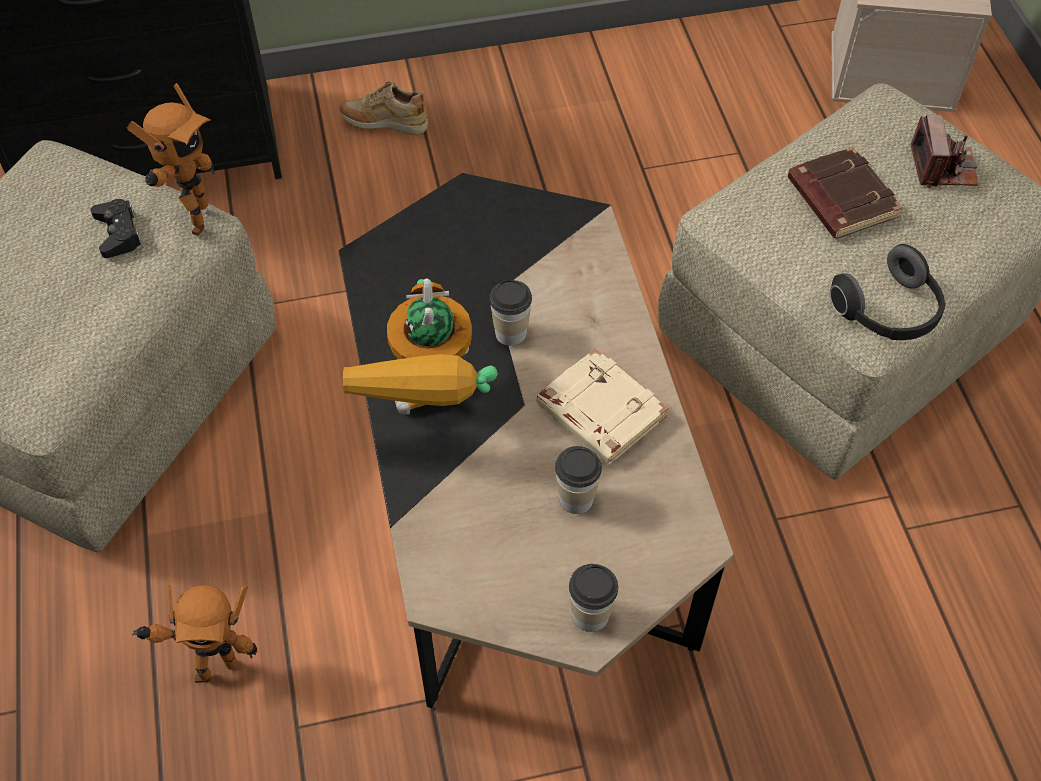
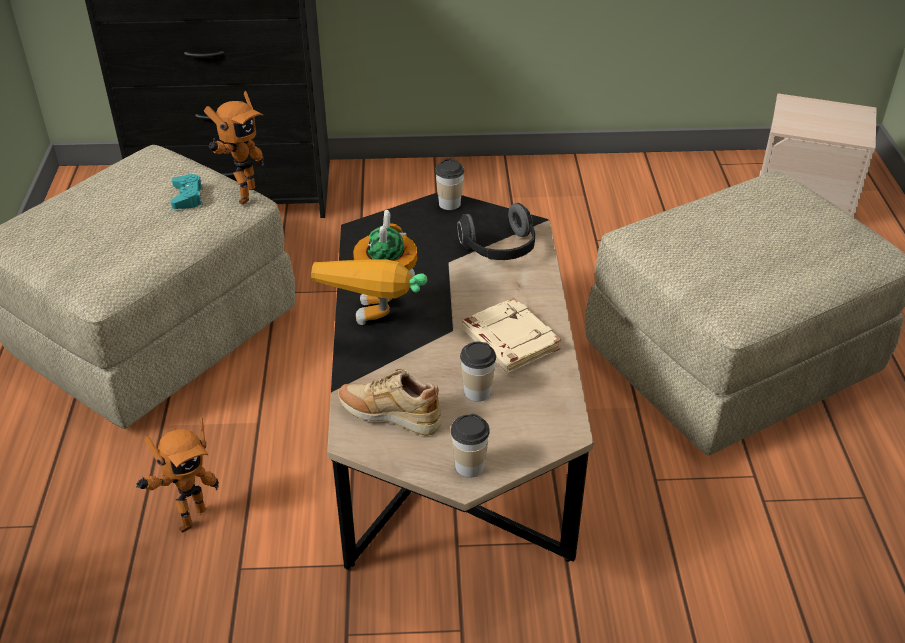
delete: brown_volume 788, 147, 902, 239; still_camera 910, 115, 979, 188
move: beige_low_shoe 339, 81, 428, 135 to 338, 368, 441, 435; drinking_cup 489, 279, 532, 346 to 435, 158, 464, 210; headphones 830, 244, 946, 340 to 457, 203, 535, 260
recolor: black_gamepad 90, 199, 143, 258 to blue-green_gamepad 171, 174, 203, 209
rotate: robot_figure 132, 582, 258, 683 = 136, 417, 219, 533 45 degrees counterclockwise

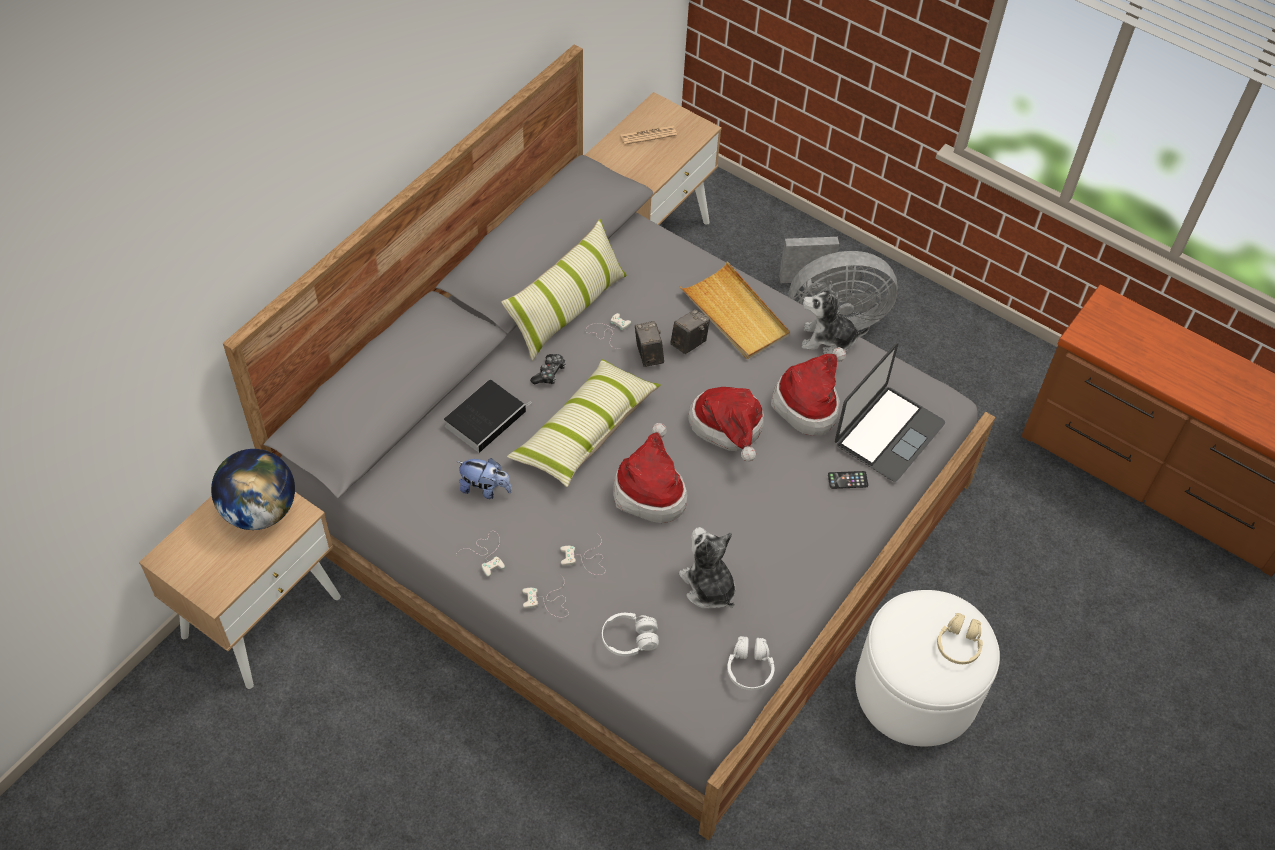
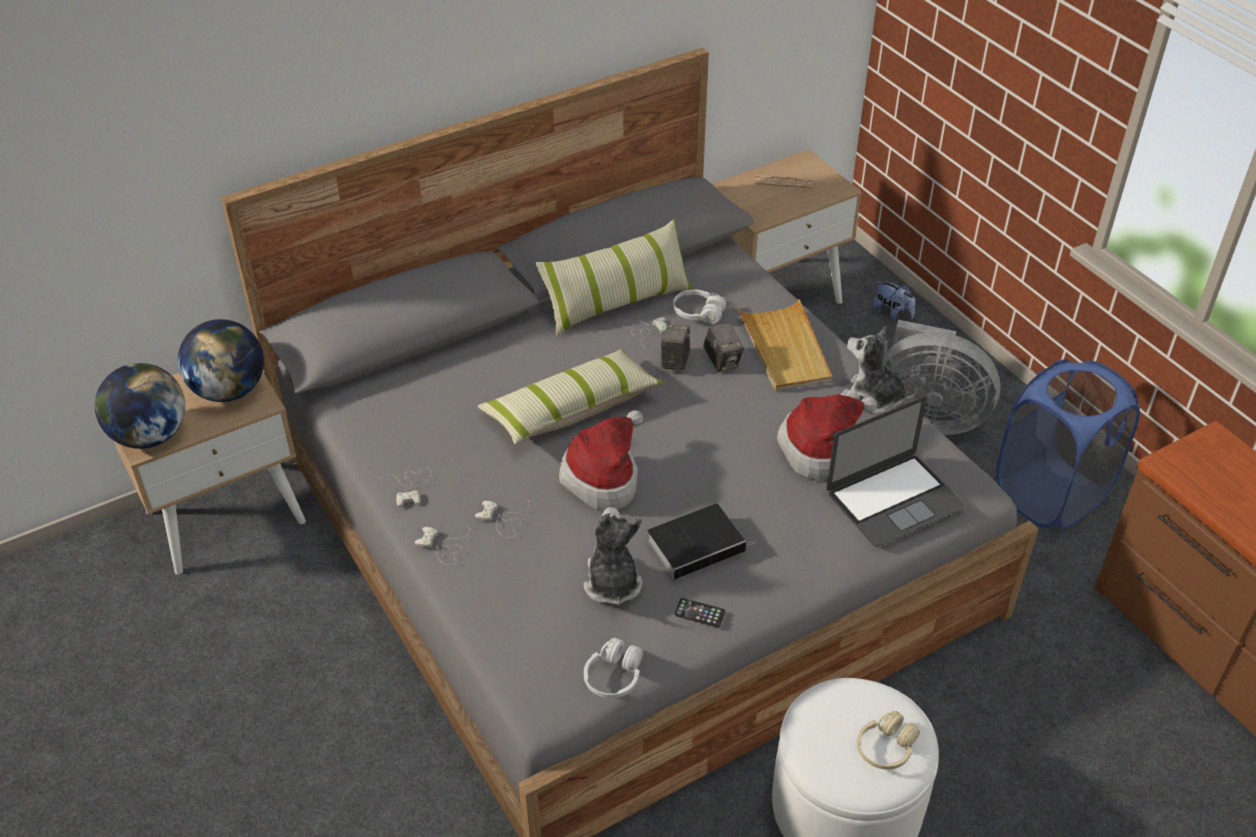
delete: gamepad 530, 354, 566, 384; wearable_hat 688, 387, 764, 462
insert: globe 95, 363, 185, 449; blue-coloured_hamper 996, 359, 1140, 529
move: volume 444, 379, 532, 453 to 647, 503, 756, 580; soft_toy 456, 458, 512, 499 to 872, 281, 915, 320; whitish_headphones 602, 613, 659, 656 to 673, 289, 726, 324; telephone 828, 471, 868, 489 to 675, 598, 725, 627
rotate: still_camera 670, 309, 710, 354 = 703, 322, 744, 372 90 degrees clockwise

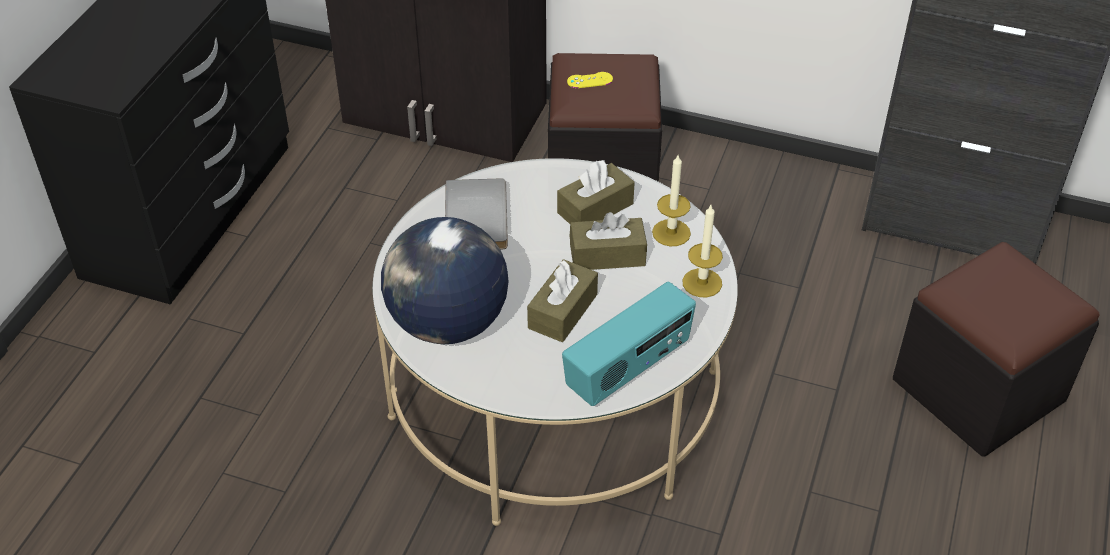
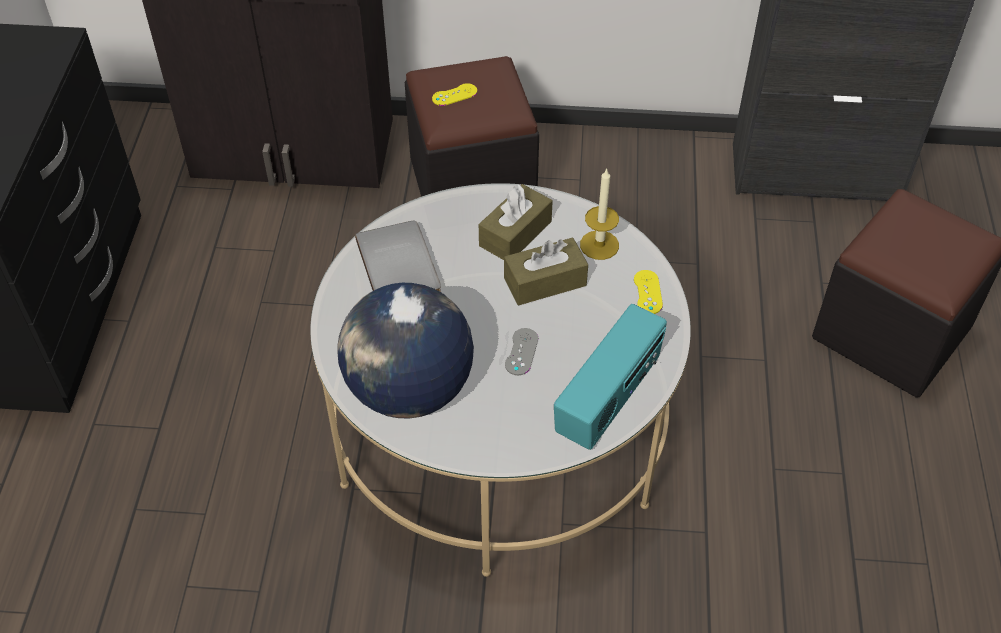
replace: brown_tissue_box 527, 259, 598, 342 to grey_gamepad 505, 328, 538, 375; wax_candle 683, 205, 723, 297 to yellowish_gamepad 634, 270, 663, 314

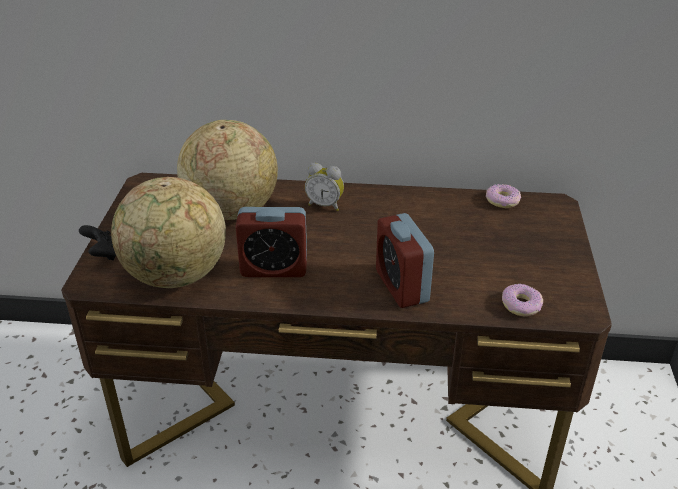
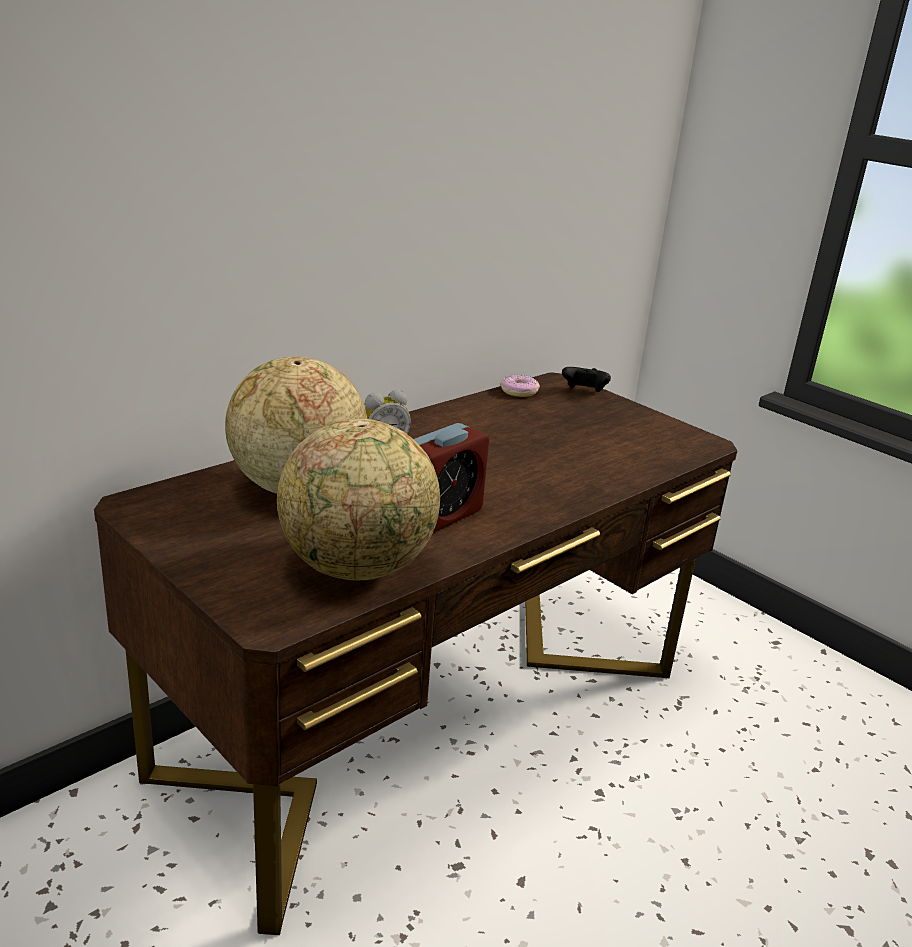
delete: bedside_clock 376, 213, 434, 308; ring_doughnut 502, 284, 543, 316
move: black_gamepad 79, 225, 116, 261 to 562, 367, 611, 392

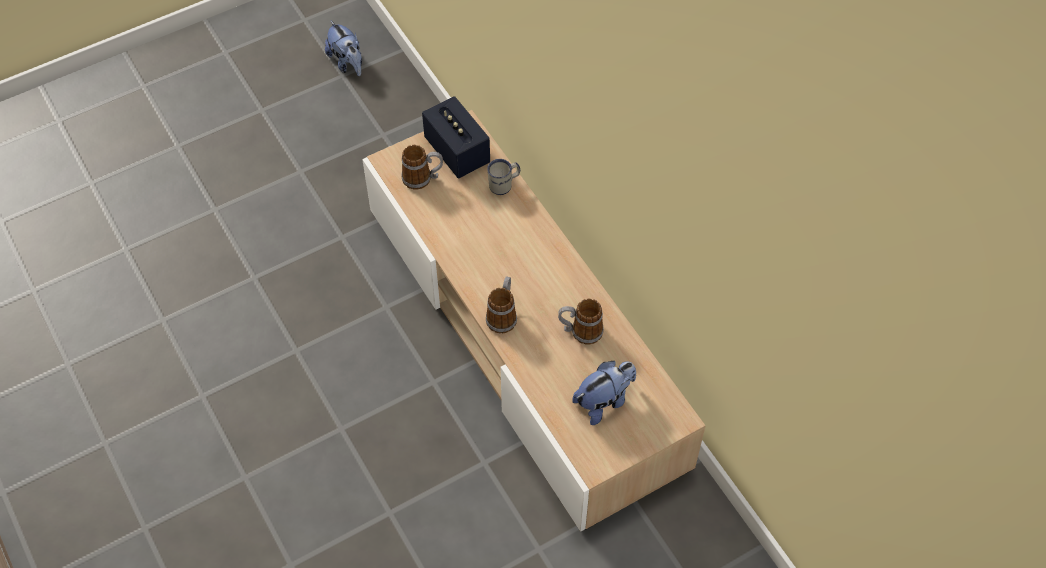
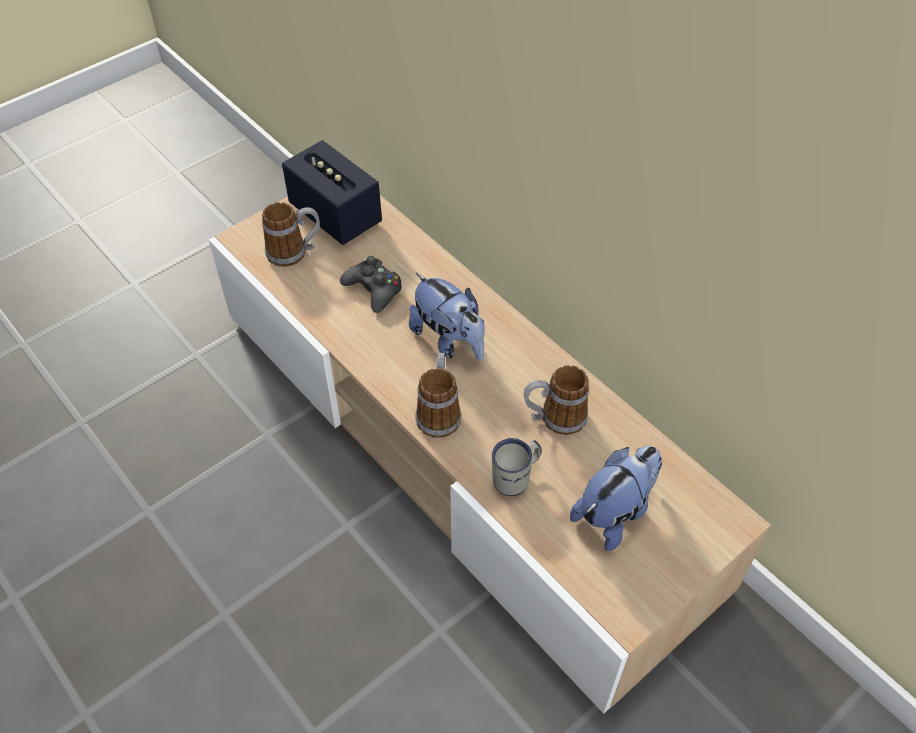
insert: black_gamepad 340, 256, 402, 313
move: soft_toy 325, 20, 362, 76 to 409, 273, 485, 361; whitish_coffee_mug 487, 159, 520, 195 to 492, 438, 541, 496

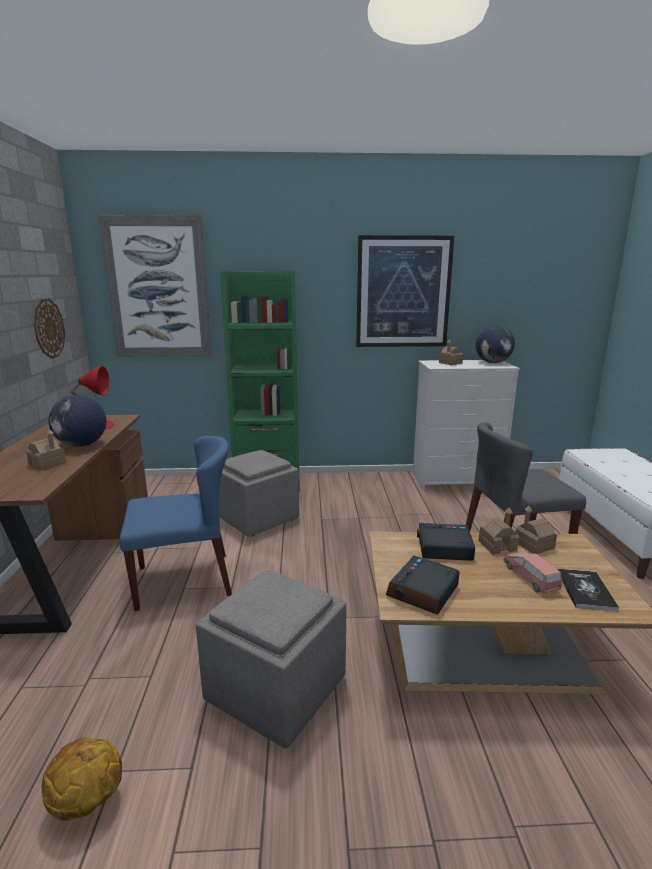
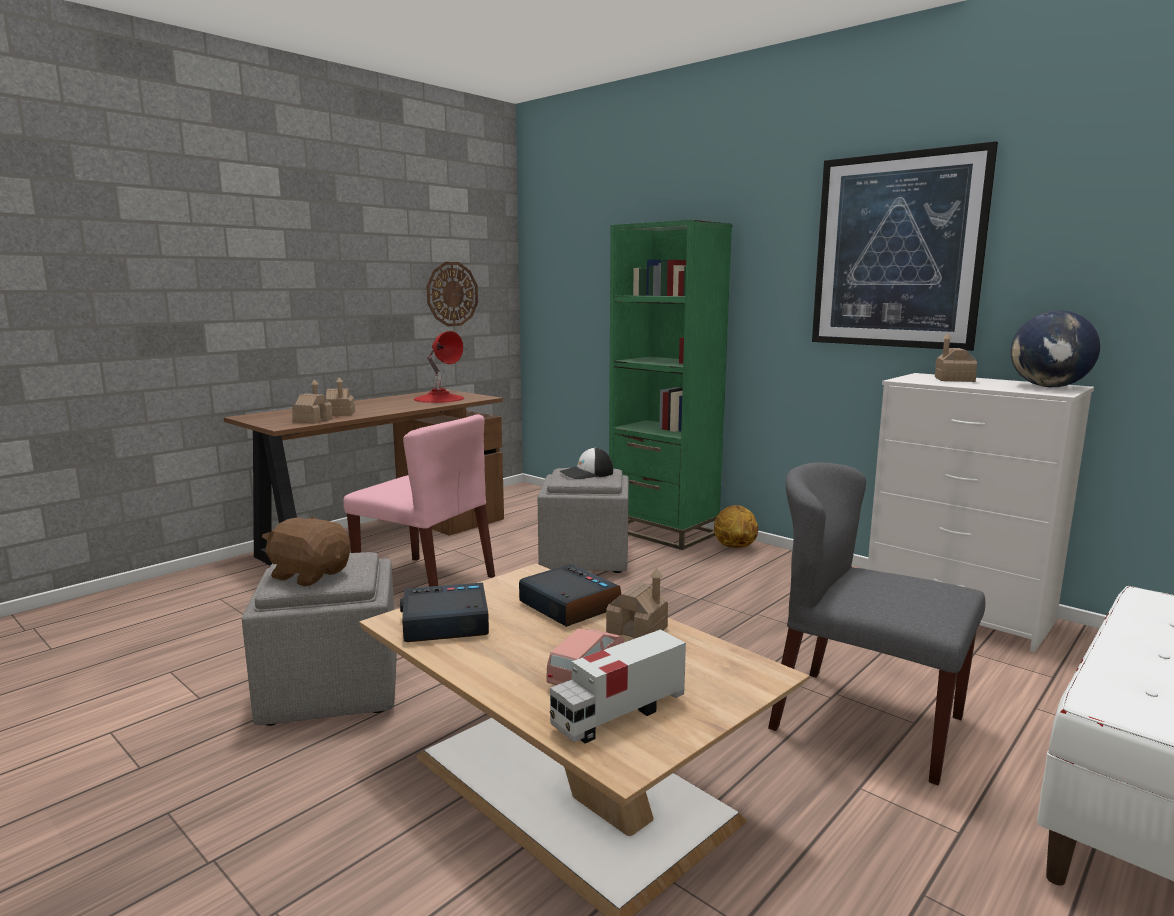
delete: globe 49, 395, 107, 447; wall_picture 98, 215, 212, 357
insert: brown_soft_toy 262, 516, 351, 587; peaked_cap 560, 448, 613, 479
move: ball_for_basketball 42, 737, 122, 821 to 714, 505, 758, 548; miniature_house 516, 506, 557, 554 to 292, 379, 333, 424
replace: volume 558, 569, 619, 612 to toy_lorry 550, 629, 686, 744
recolor: blue-coloured_chair 119, 436, 232, 611 to pinkish_chair 343, 414, 495, 587

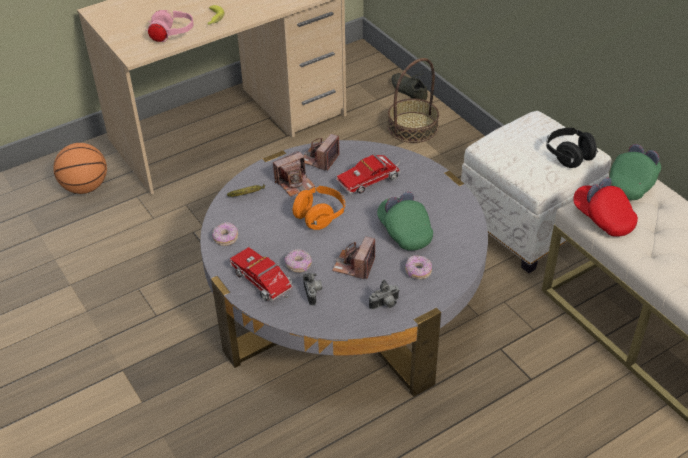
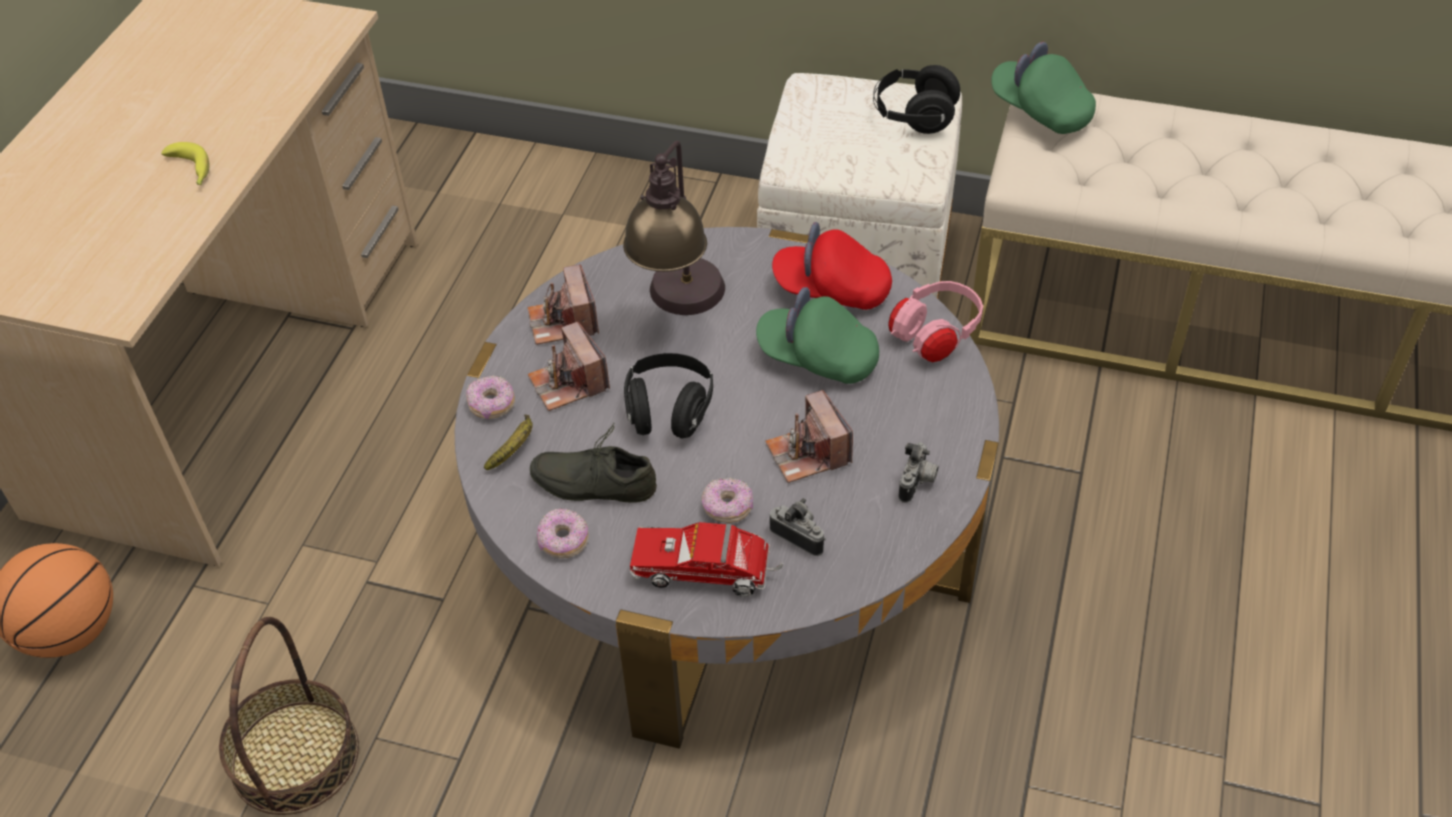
move: pinkish_headphones 146, 10, 194, 42 to 888, 281, 983, 362; household_basket 388, 58, 439, 143 to 219, 617, 359, 815; grey_low_shoe 391, 71, 428, 100 to 530, 423, 657, 503; ring_doughnut 405, 255, 432, 279 to 466, 376, 515, 419; reddish_peaked_cap 573, 178, 638, 237 to 772, 222, 892, 310
replace: toy_lorry 337, 154, 401, 195 to table_lamp 623, 141, 725, 315
recolor: orange_headphones 293, 186, 345, 230 to black_headphones 624, 353, 713, 439
rotate: still_camera 273, 151, 315, 197 = 528, 322, 610, 411 135 degrees clockwise; green-coloured_peaked_cap 610, 144, 661, 200 = 991, 42, 1096, 134 45 degrees counterclockwise

